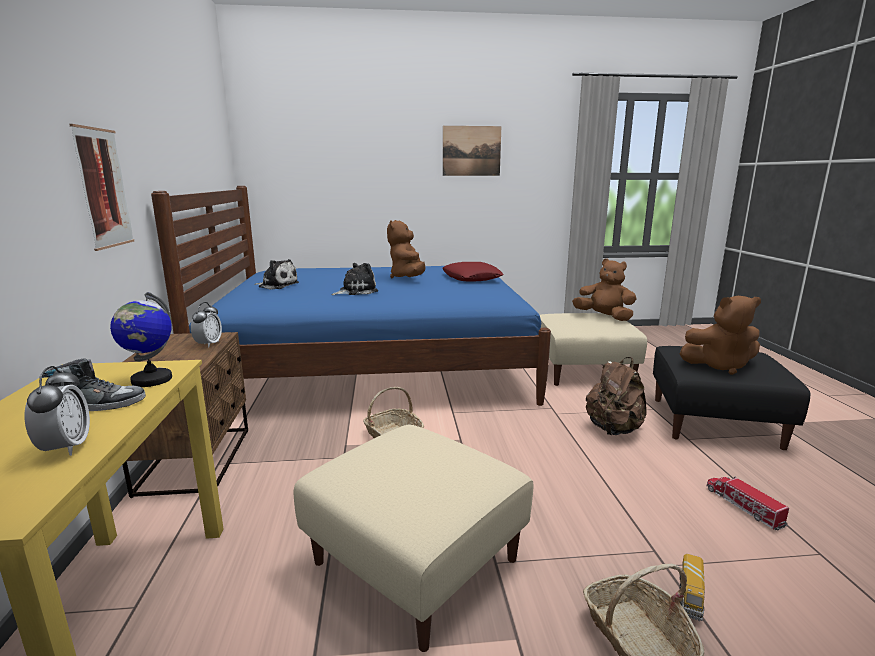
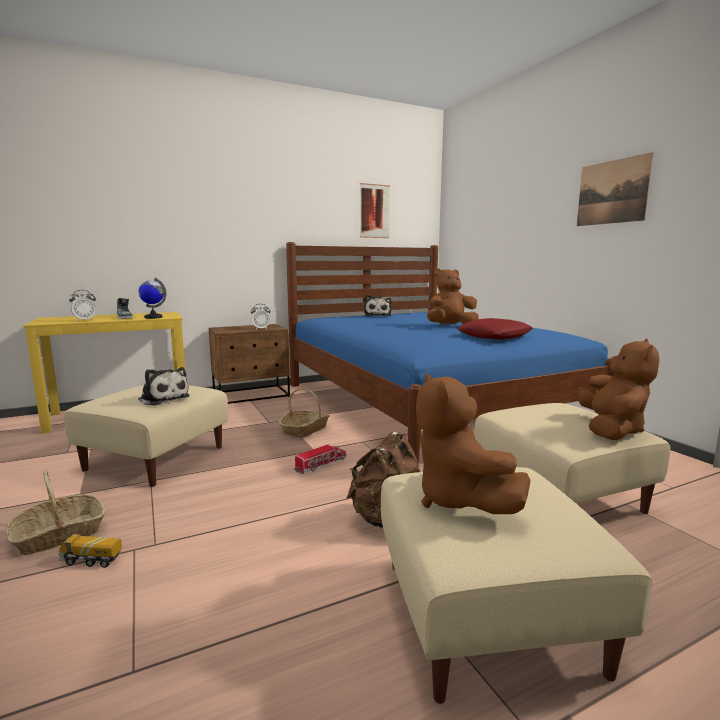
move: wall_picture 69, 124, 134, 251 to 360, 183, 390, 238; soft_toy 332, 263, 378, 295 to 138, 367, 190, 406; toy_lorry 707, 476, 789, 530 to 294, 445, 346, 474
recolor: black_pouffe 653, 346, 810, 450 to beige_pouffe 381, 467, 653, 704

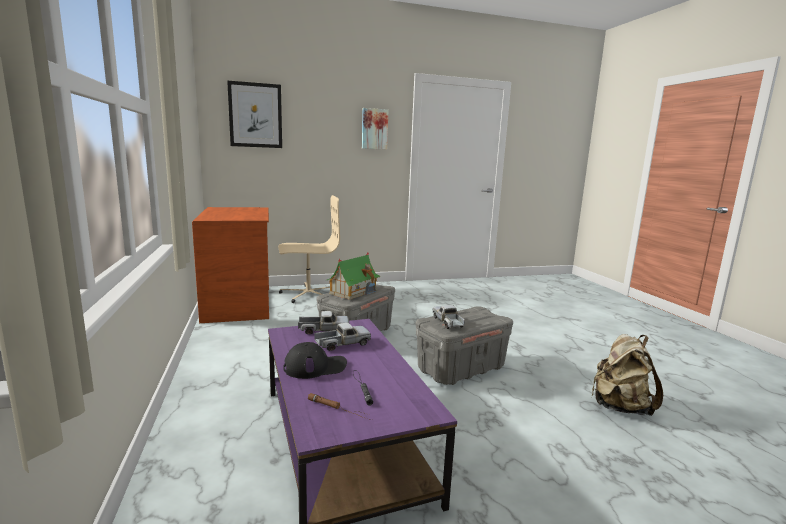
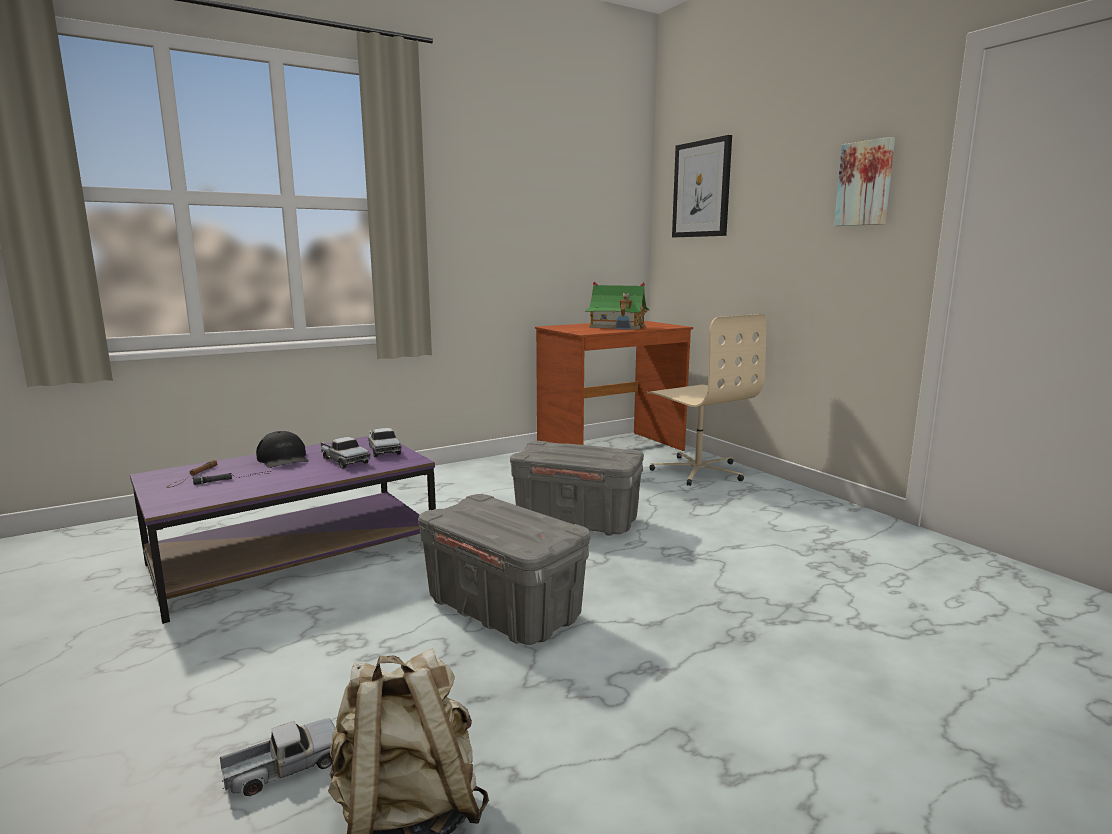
move: miniature_house 327, 253, 381, 300 to 586, 281, 649, 330; toy_lorry 433, 305, 465, 329 to 220, 718, 335, 796

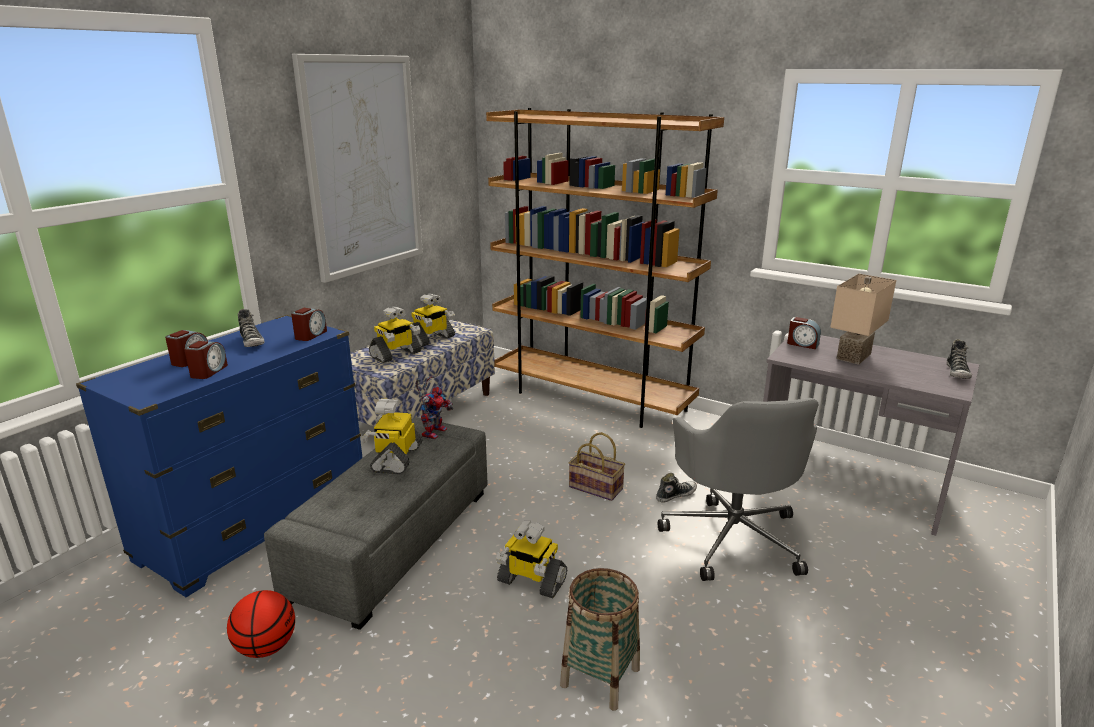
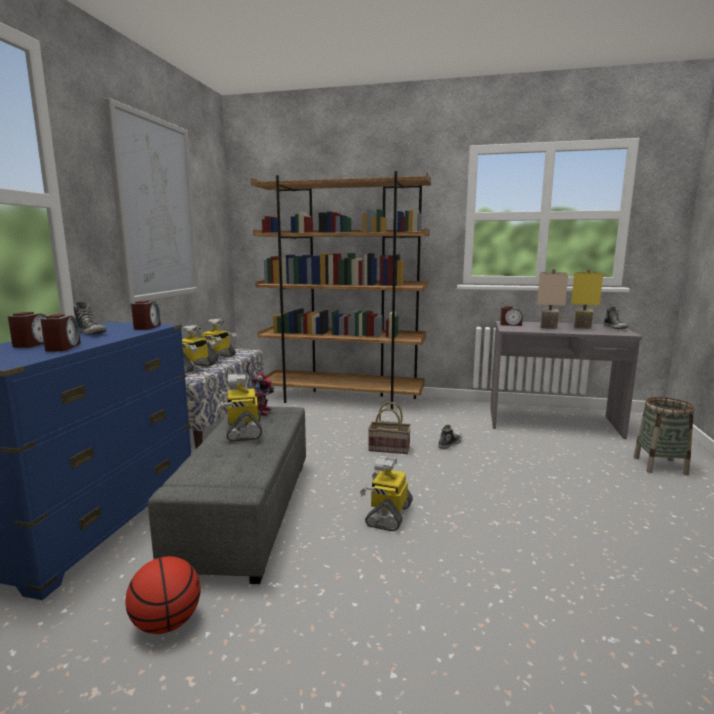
delete: grey_desk_chair 658, 398, 818, 581
insert: yellowish_table_lamp 571, 269, 603, 329
move: household_basket 560, 568, 640, 711 to 633, 397, 694, 476
rotate: robot_figure 496, 521, 567, 598 = 360, 456, 413, 531 105 degrees clockwise

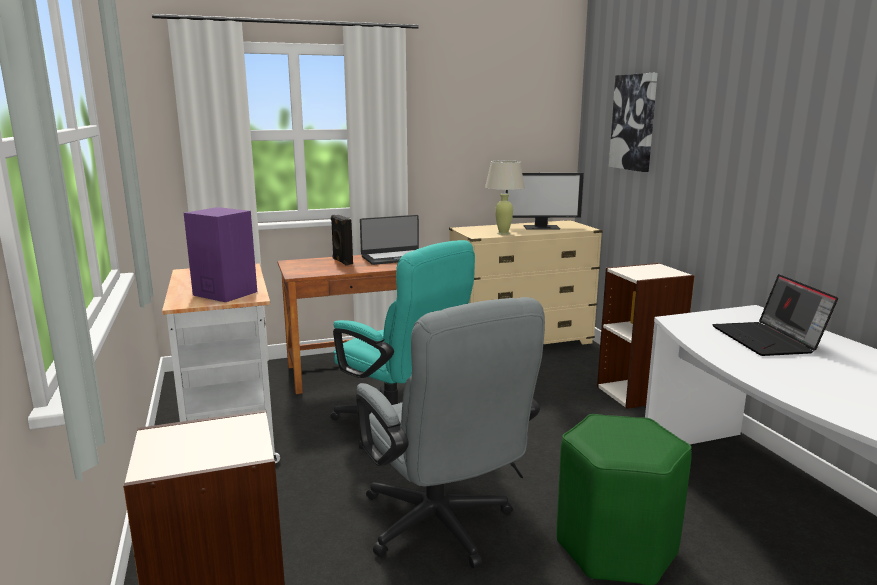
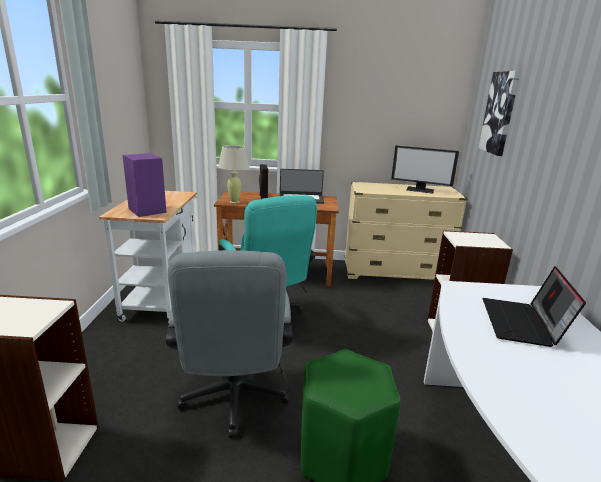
move: beige_table_lamp 485, 160, 525, 235 to 218, 145, 250, 204

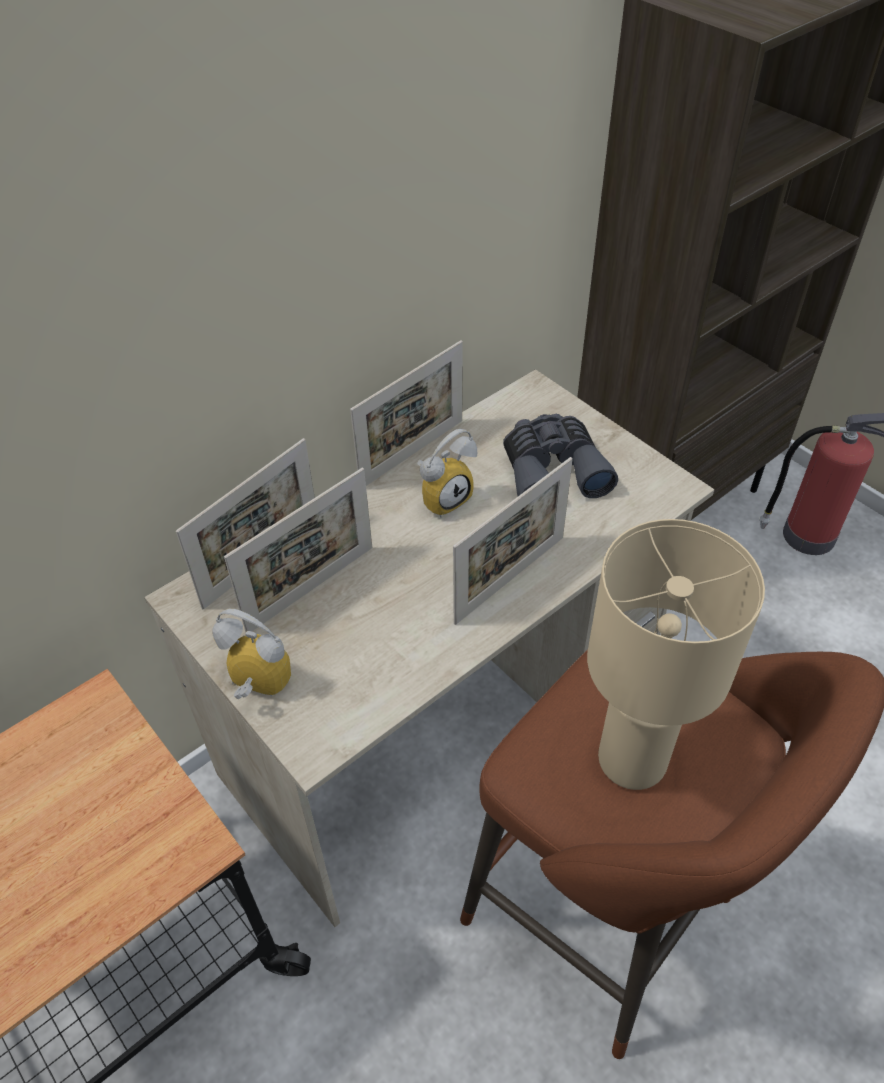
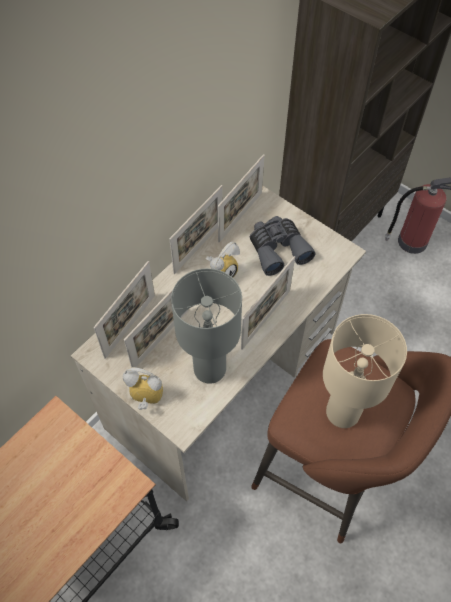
insert: grey_table_lamp 171, 268, 242, 384; standing_frame 218, 154, 265, 243

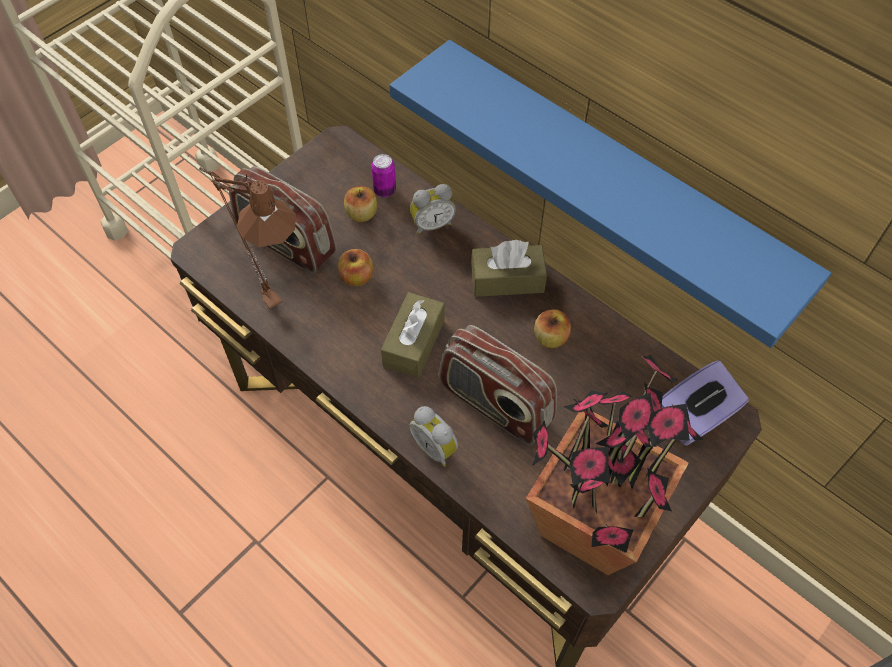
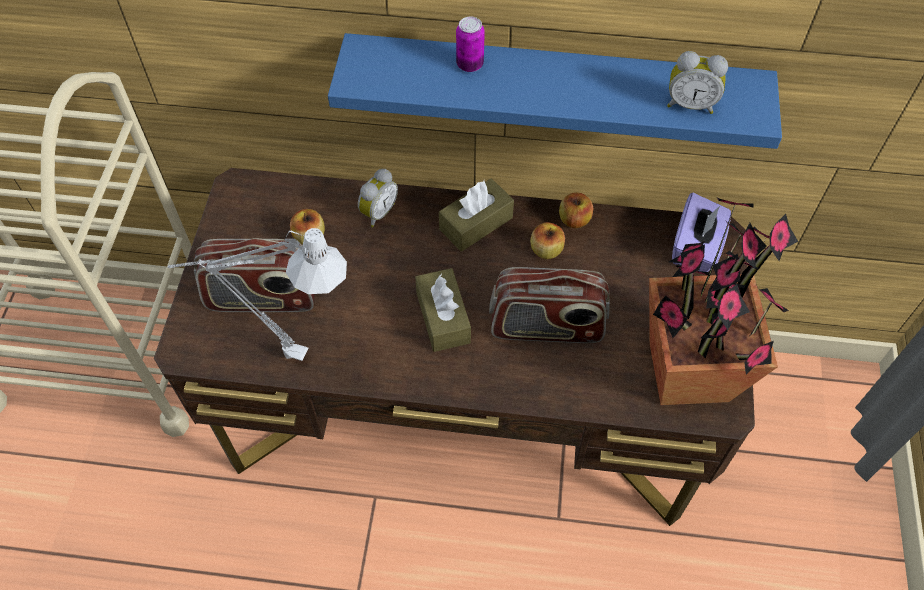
move: apple 338, 249, 373, 286 to 559, 192, 593, 228; can 371, 154, 396, 197 to 456, 16, 485, 72; bedside_clock 409, 406, 458, 467 to 667, 51, 728, 114
recolor: brown_table_lamp 199, 167, 296, 309 to grey_table_lamp 167, 228, 347, 361

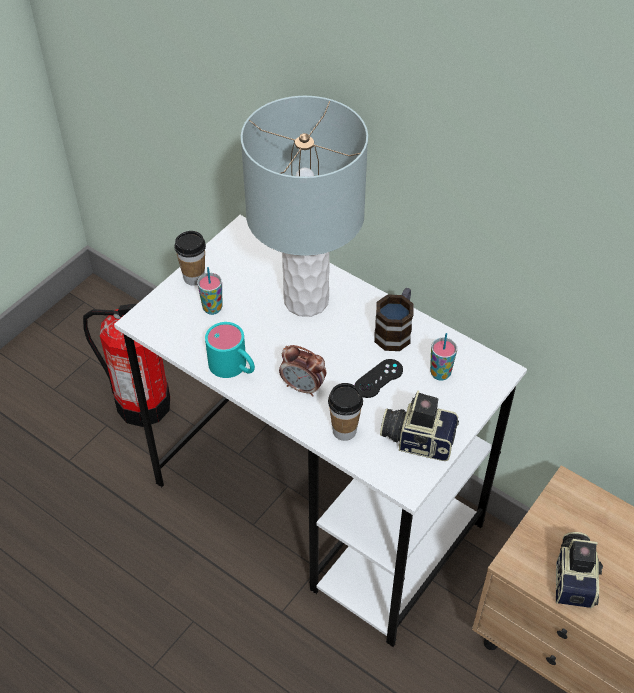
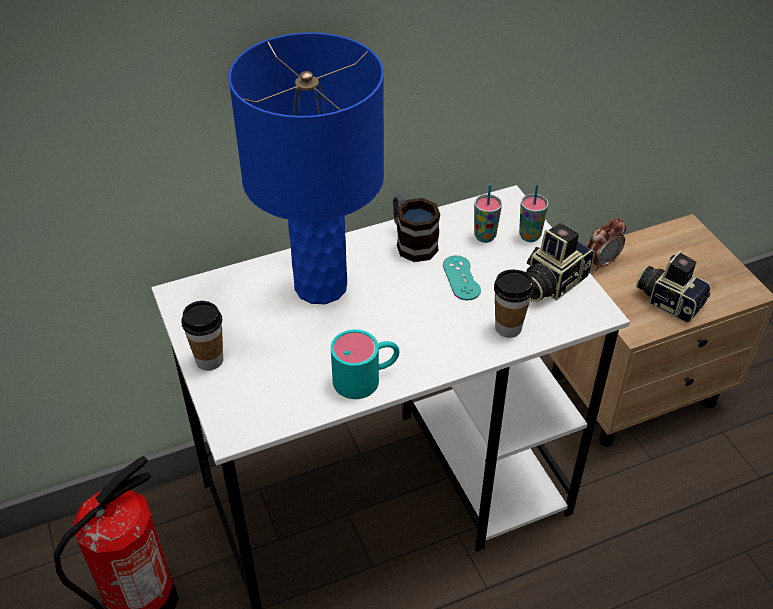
move: drinking_cup 197, 267, 222, 315 to 519, 184, 549, 242; bedside_clock 279, 345, 326, 397 to 586, 218, 626, 271
recolor: grey_table_lamp 241, 96, 368, 317 to blue-coloured_table_lamp 228, 32, 384, 304; black_gamepad 354, 359, 403, 398 to blue-green_gamepad 443, 255, 481, 300

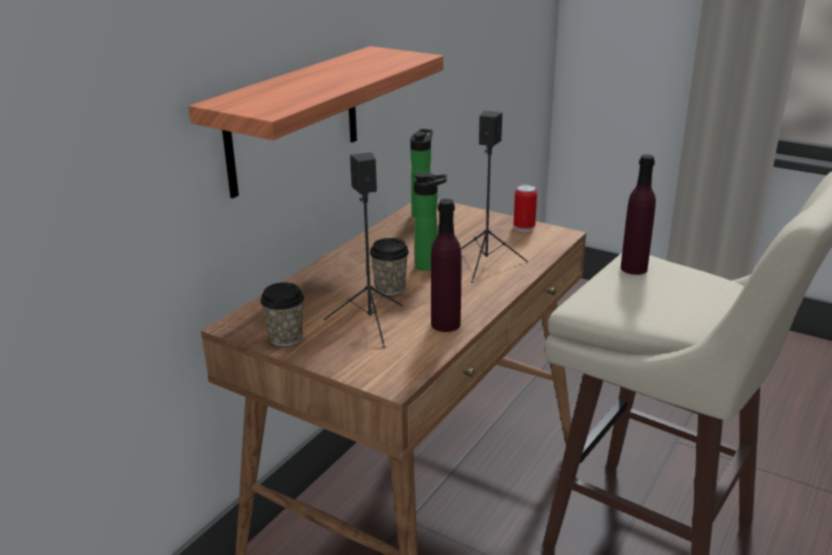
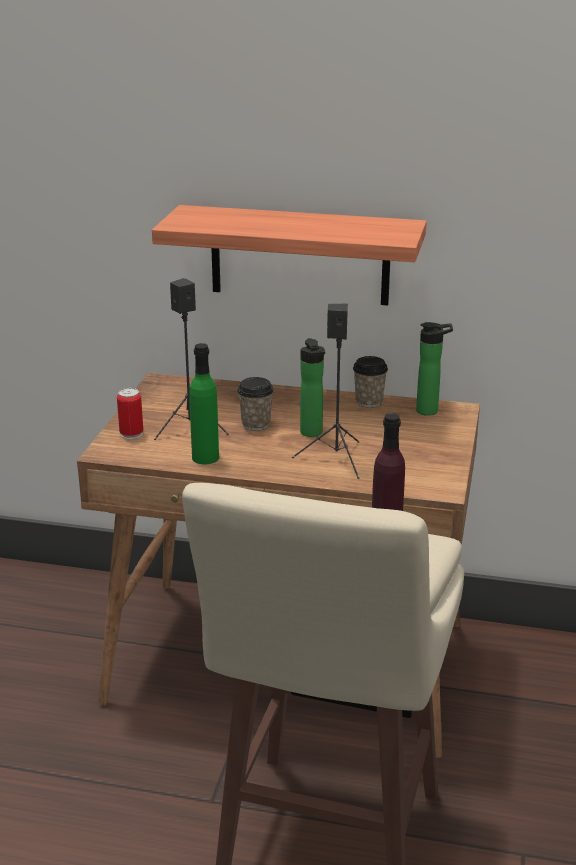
move: drinking_cup 260, 282, 304, 347 to 353, 356, 388, 408; can 514, 185, 537, 232 to 117, 388, 143, 439
recolor: purplish_bottle 431, 199, 462, 332 to green-coloured_bottle 189, 343, 219, 464

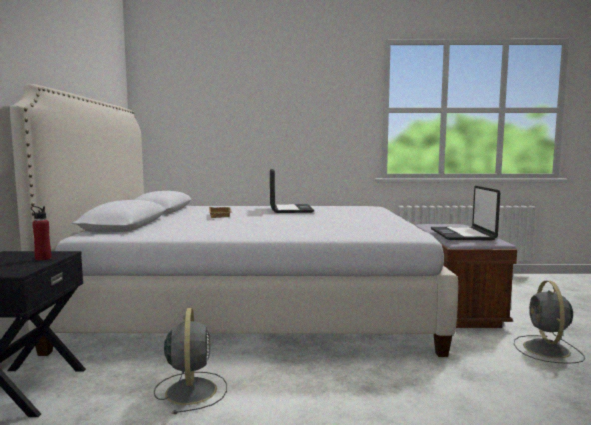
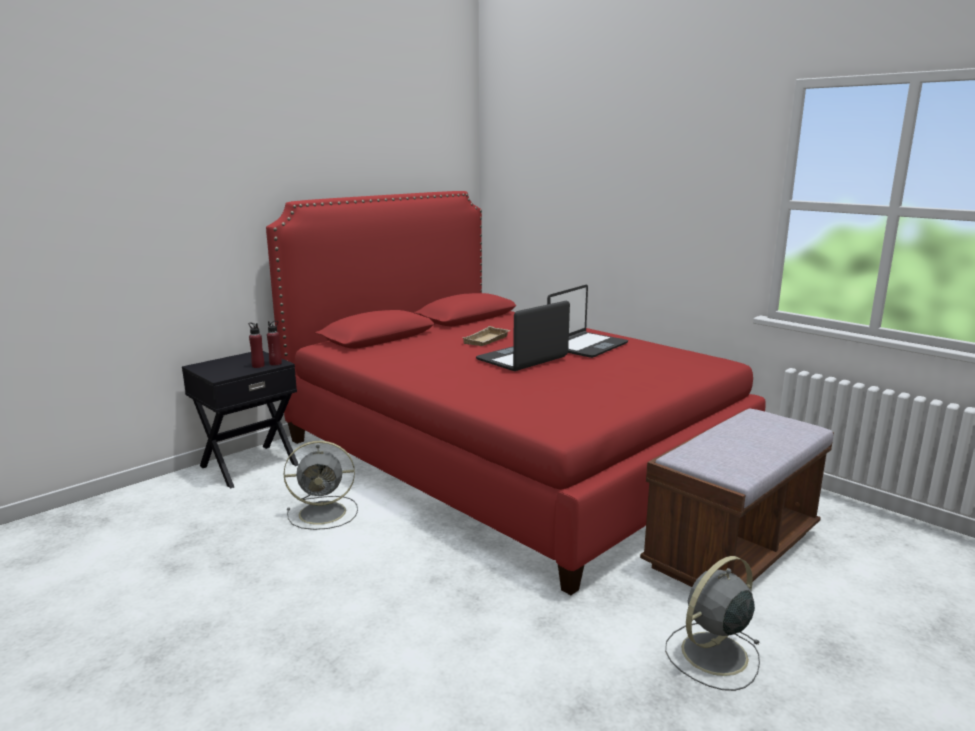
insert: reddish_bottle 267, 321, 282, 366
move: notebook_computer 431, 186, 500, 240 to 476, 301, 570, 371
recolor: whitish_sleeping_bed 10, 84, 458, 357 to reddish_sleeping_bed 266, 191, 765, 595
rotate: grey_fan 154, 308, 227, 414 = 284, 441, 358, 530 45 degrees clockwise

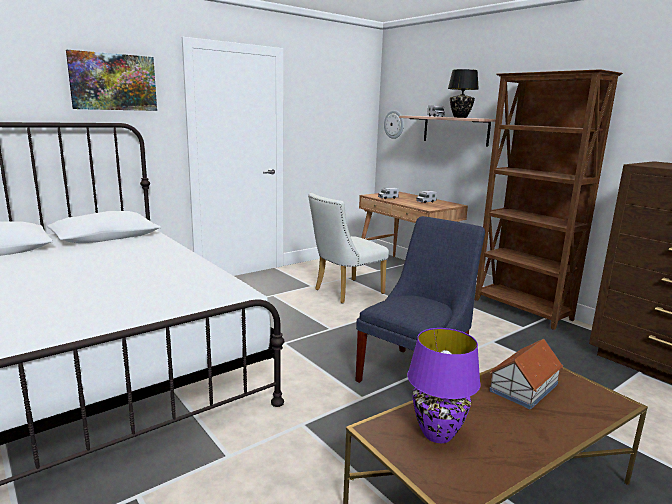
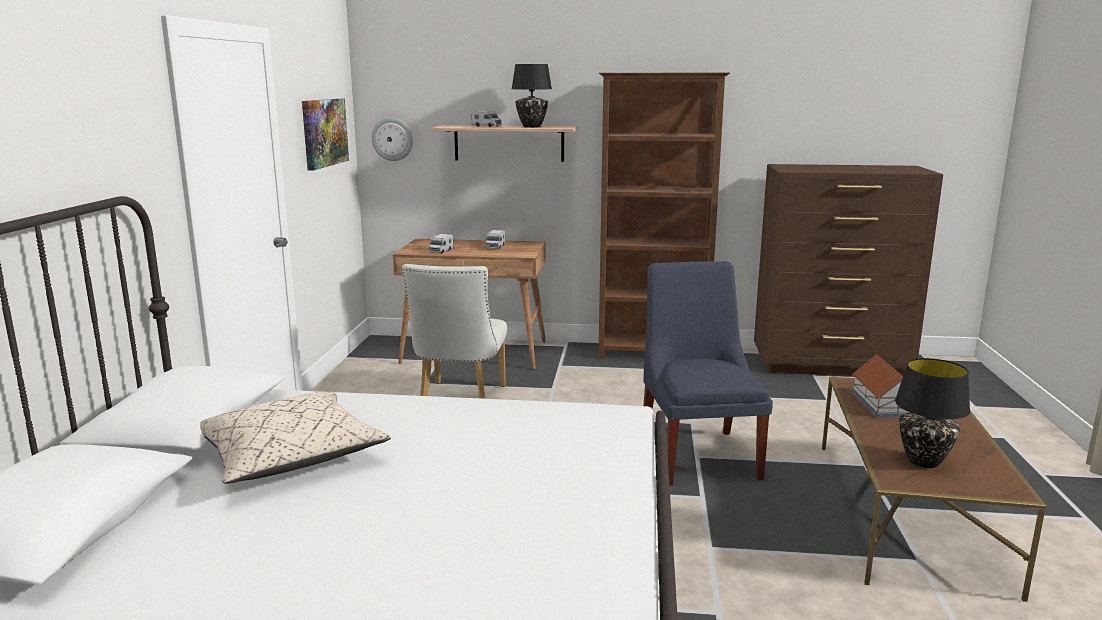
insert: beige_throw_pillow 200, 392, 391, 484
move: wall_picture 66, 50, 157, 111 to 302, 98, 349, 171
recolor: purplish_table_lamp 407, 328, 481, 443 to black_table_lamp 895, 358, 970, 468

